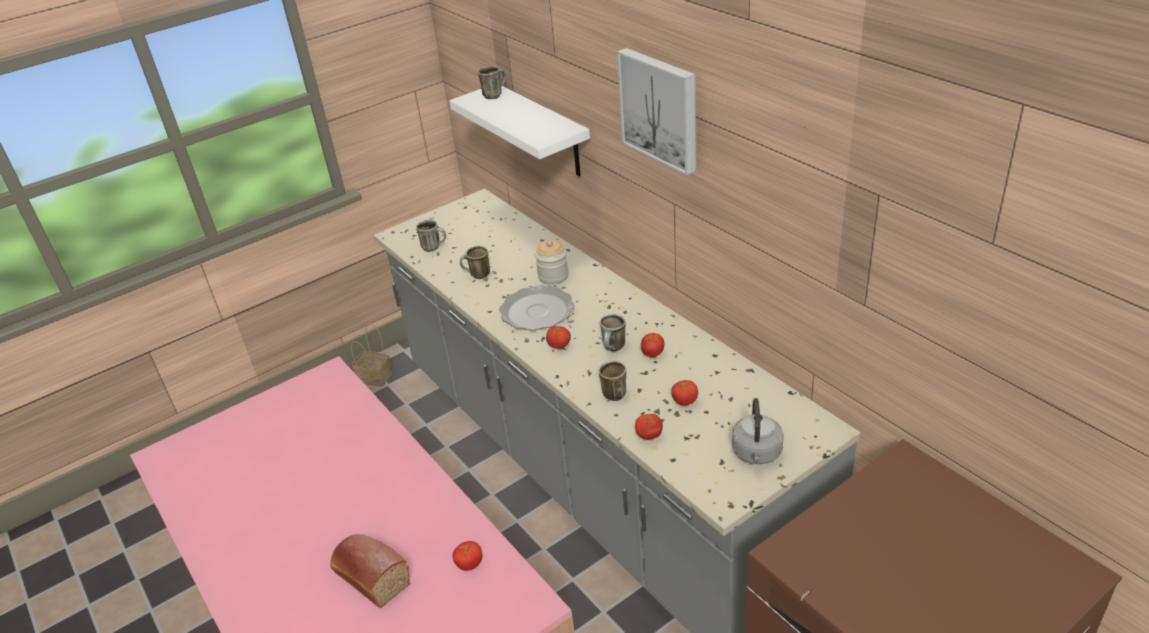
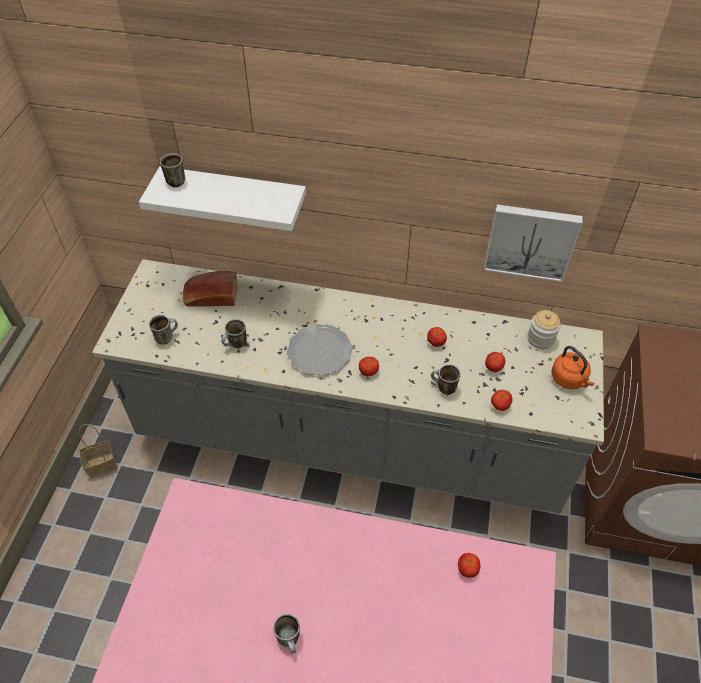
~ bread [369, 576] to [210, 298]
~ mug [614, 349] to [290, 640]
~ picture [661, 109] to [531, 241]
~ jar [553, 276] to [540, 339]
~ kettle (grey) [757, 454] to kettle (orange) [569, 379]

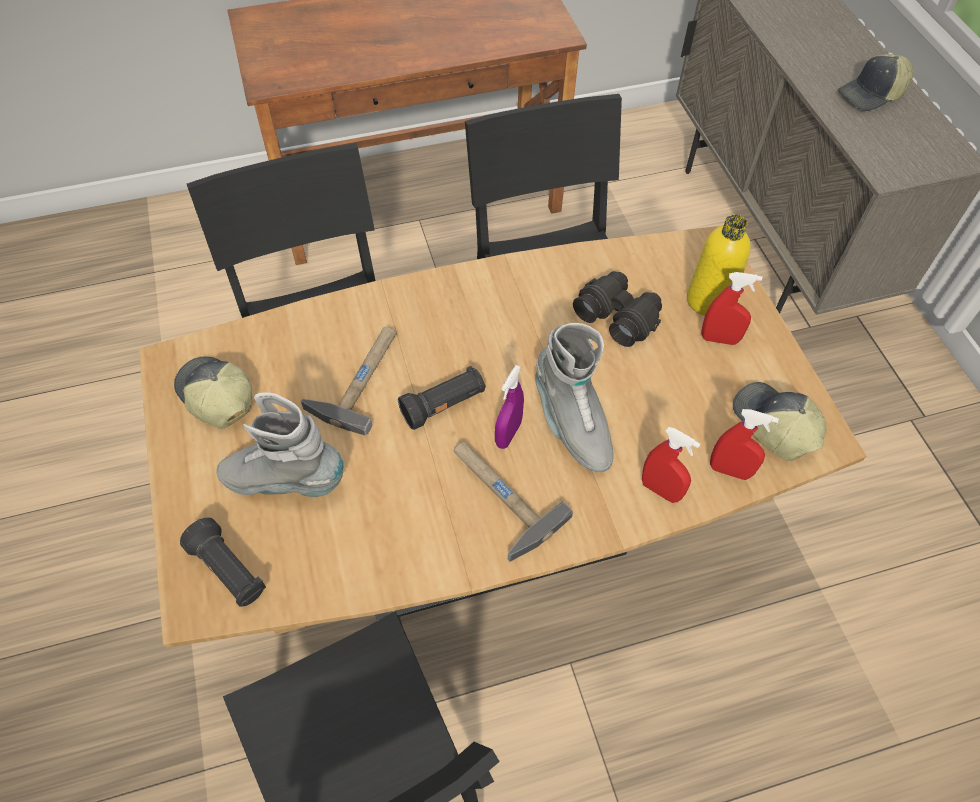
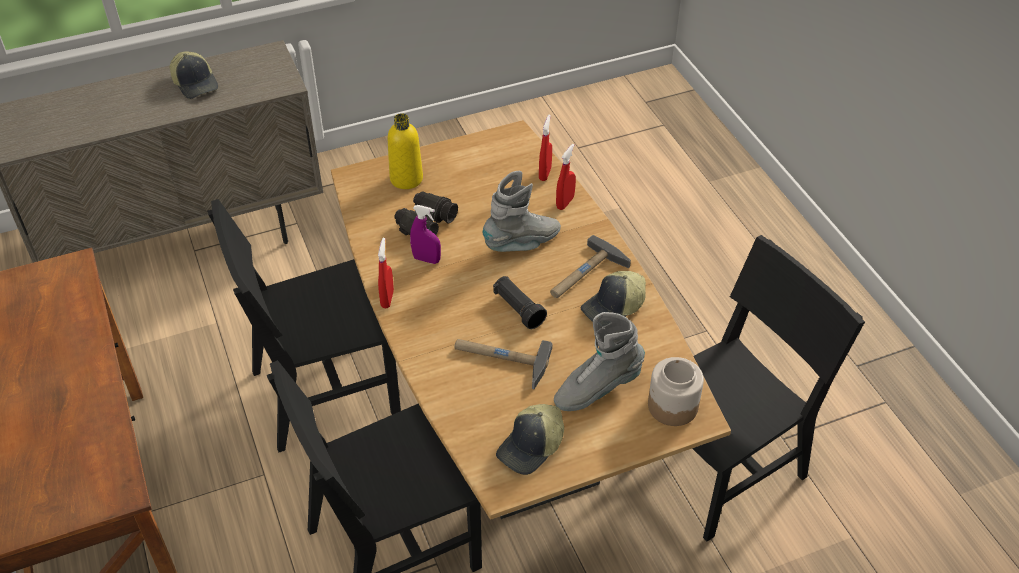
~ spray bottle (red) [719, 339] to [387, 299]
~ spray bottle (purple) [508, 434] to [426, 259]
~ boot (grey) [284, 480] = [597, 388] 60 degrees clockwise
~ cap [773, 426] to [614, 307]
~ flashlight (black) [229, 571] to jar [672, 405]

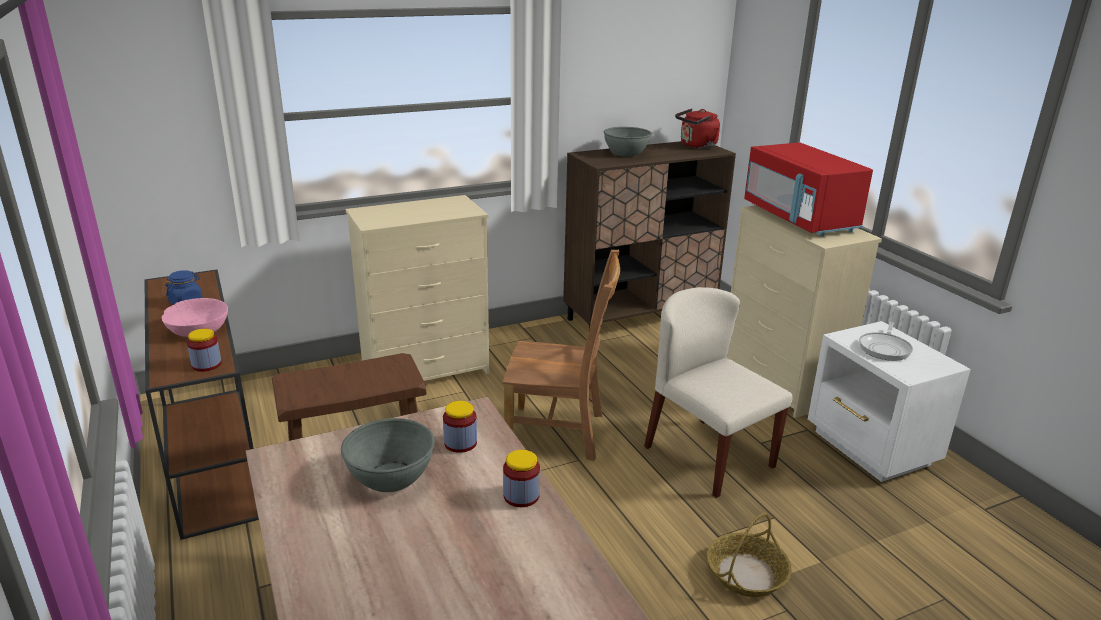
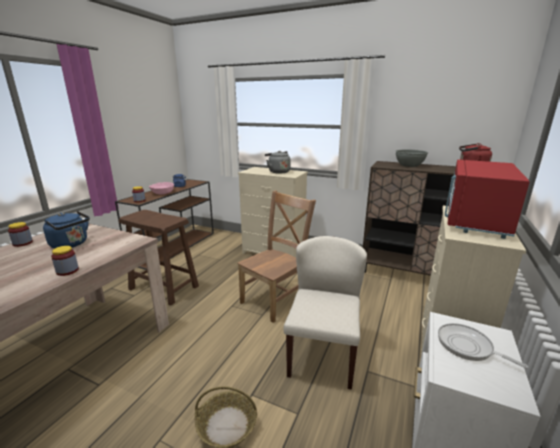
~ jar [460, 443] to [23, 243]
~ bowl (grey) [391, 477] to kettle (blue) [71, 244]
~ chair (brown) [560, 433] = [276, 300] 105 degrees counterclockwise
+ kettle (grey) [278, 172]
~ frying pan [885, 348] = [467, 347] 60 degrees clockwise

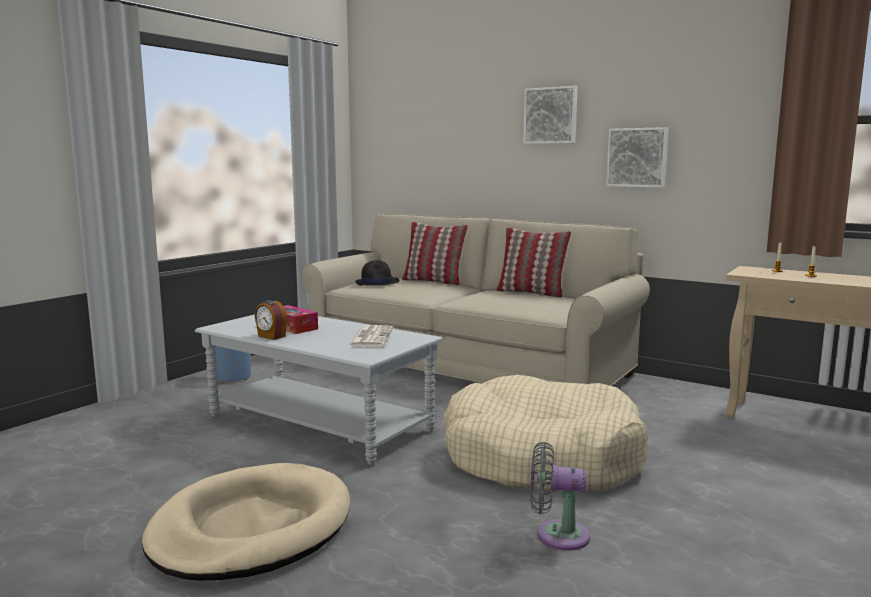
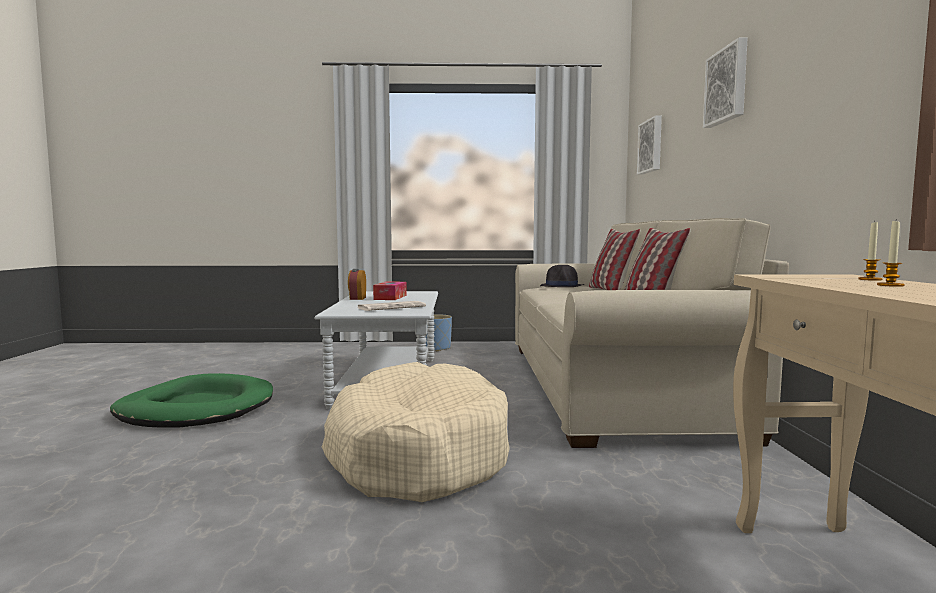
~ dog bed (beige) [251, 528] to dog bed (green) [196, 408]
~ picture [637, 157] to [651, 146]
- fan (grey) [556, 535]

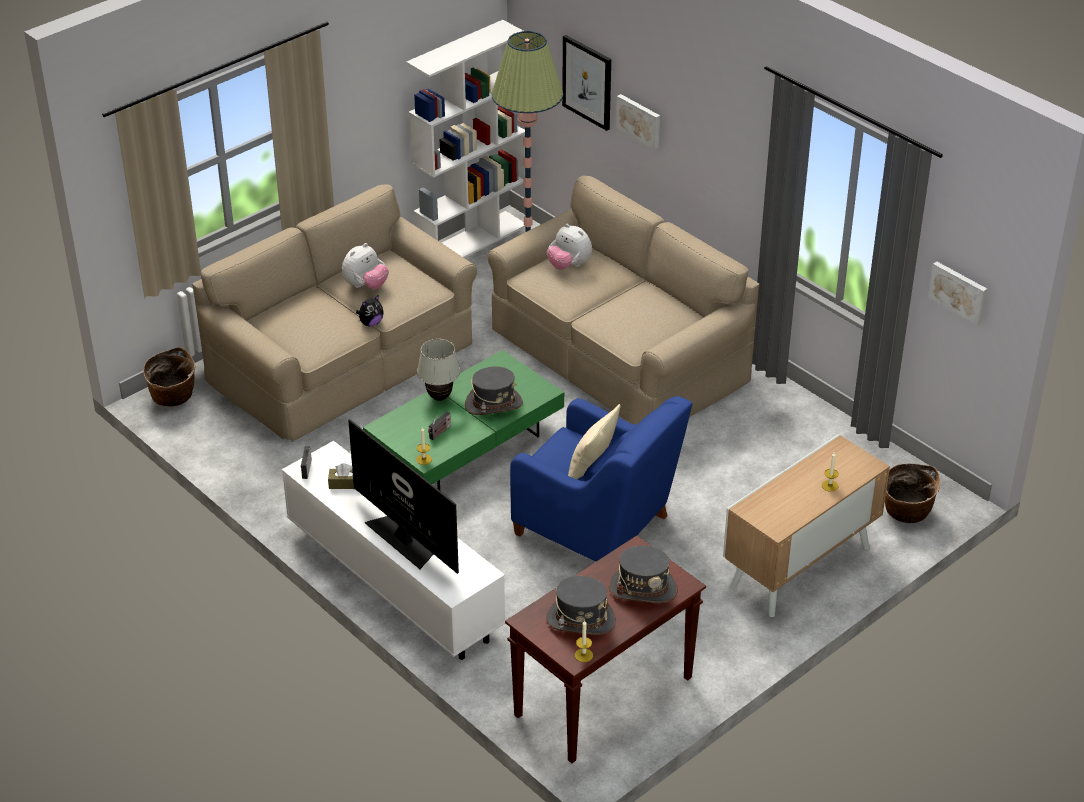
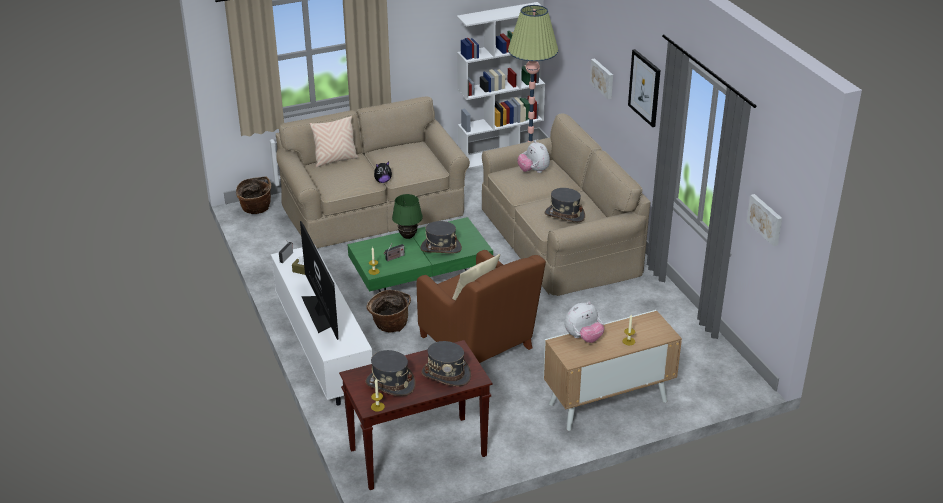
+ pillow (beige) [335, 160]
~ basket [906, 513] to [389, 326]
~ table lamp (white) [439, 397] to table lamp (green) [408, 237]
~ armchair (blue) [597, 528] to armchair (brown) [478, 345]
+ hat (grey) [564, 215]
~ plush toy [365, 286] to [583, 338]
~ picture [587, 82] to [645, 87]

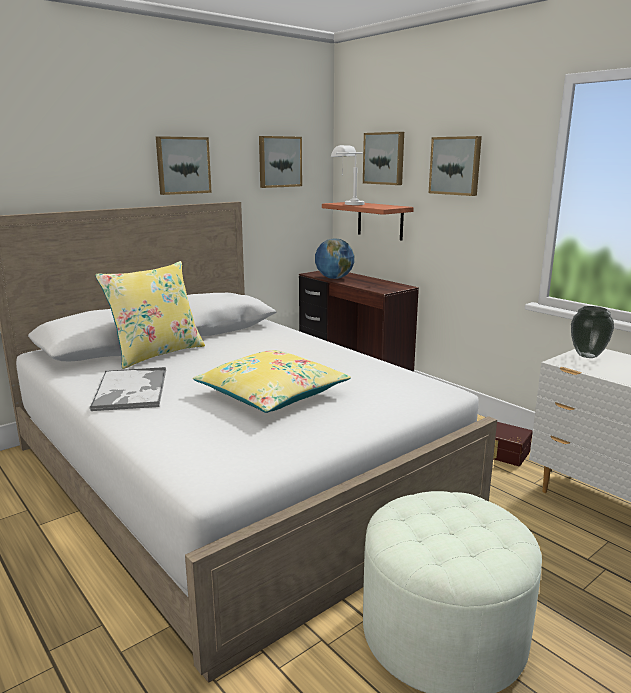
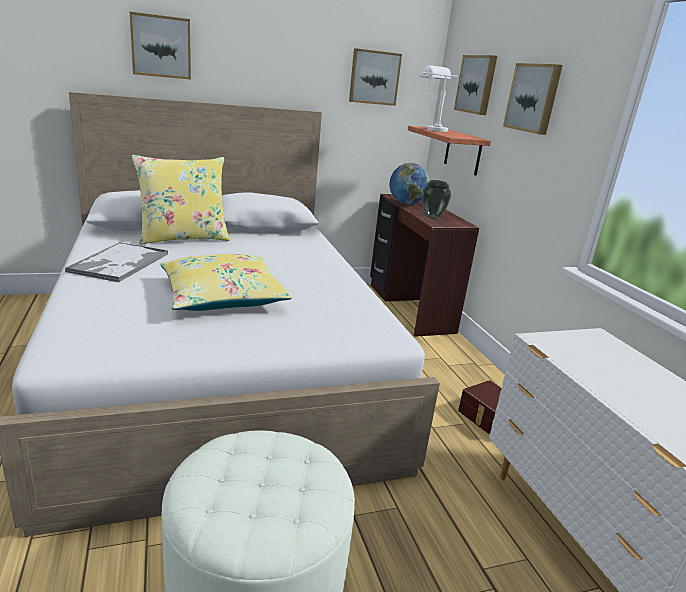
~ picture [183, 165] to [161, 46]
~ vase [586, 355] to [432, 217]

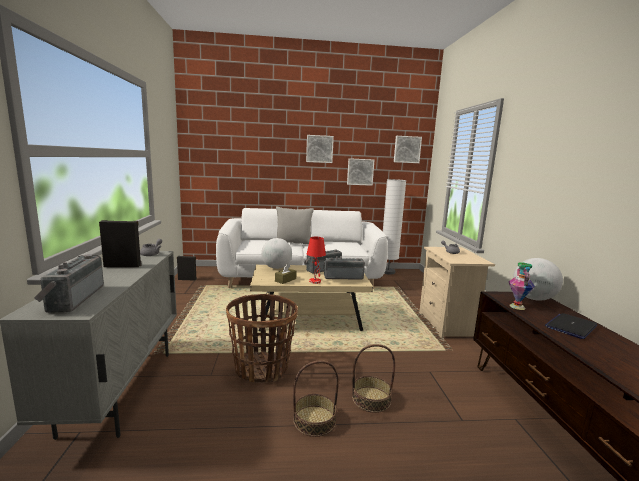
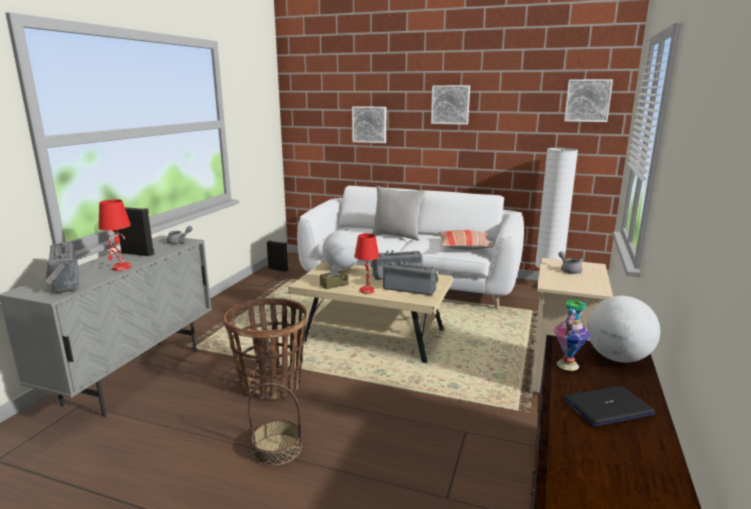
~ radio [73, 298] = [62, 282] 45 degrees counterclockwise
+ table lamp (red) [121, 267]
~ picture [360, 172] to [369, 124]
+ pillow [464, 246]
- basket [371, 399]

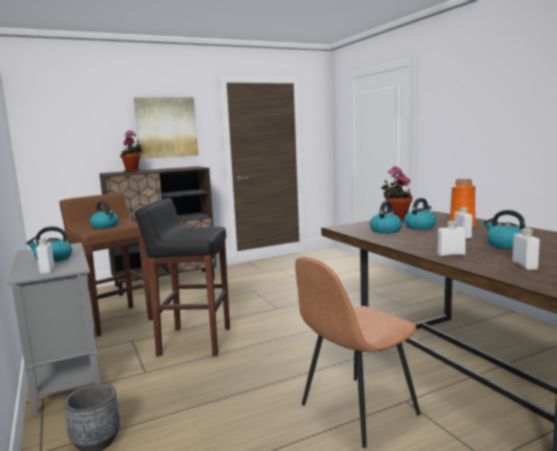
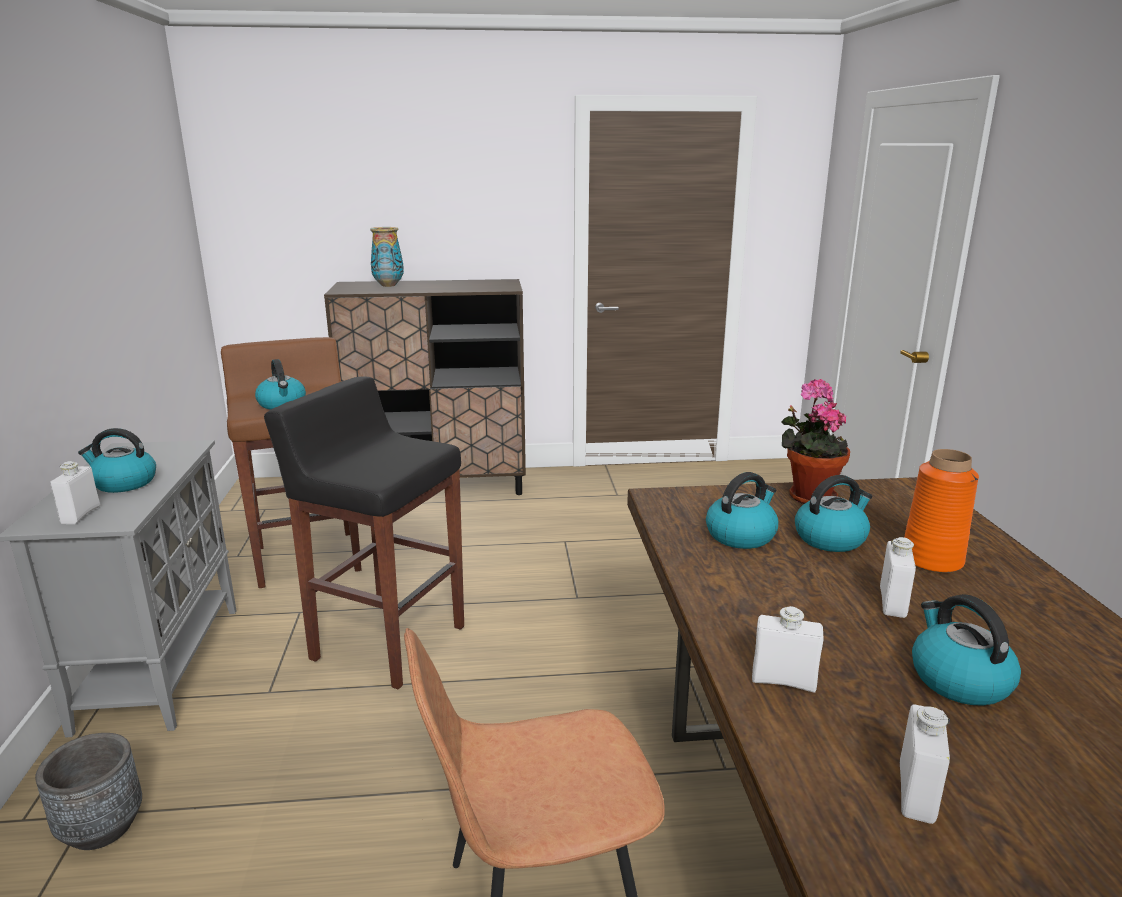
~ potted plant [133, 171] to vase [388, 285]
- picture [166, 127]

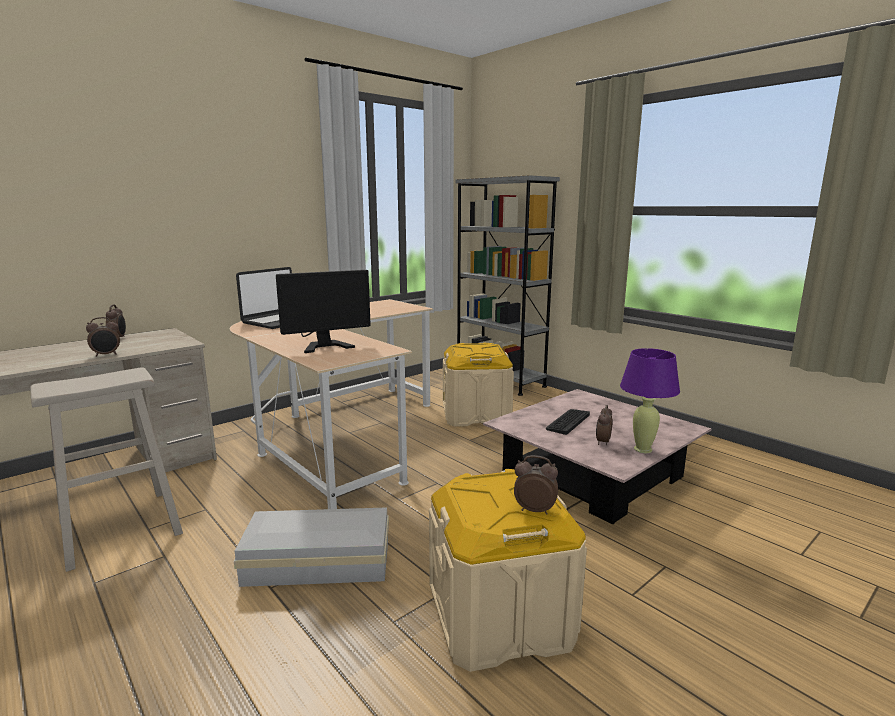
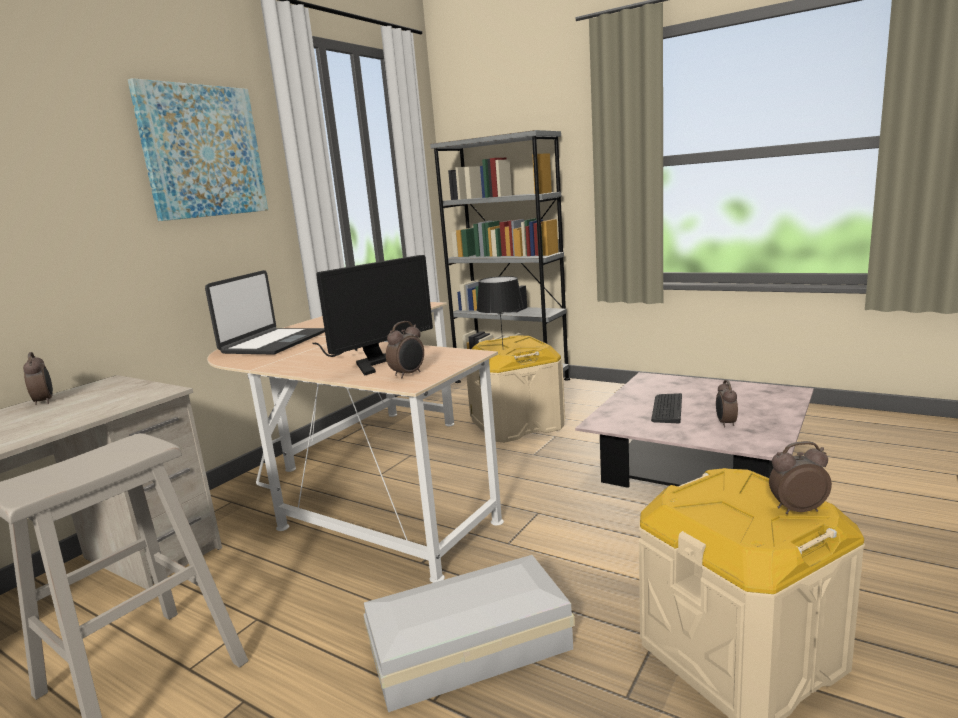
+ picture [202, 152]
~ alarm clock [106, 355] to [408, 374]
+ table lamp (black) [502, 349]
- table lamp (purple) [643, 449]

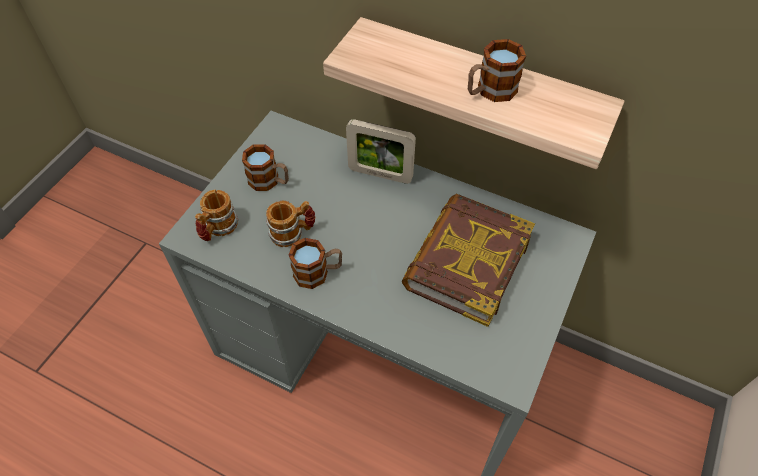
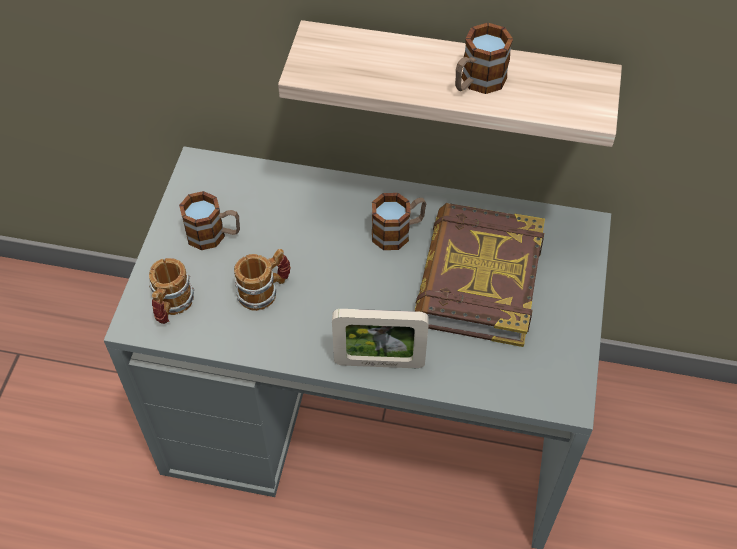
~ picture frame [380, 174] to [379, 362]
~ mug [318, 273] to [398, 232]

